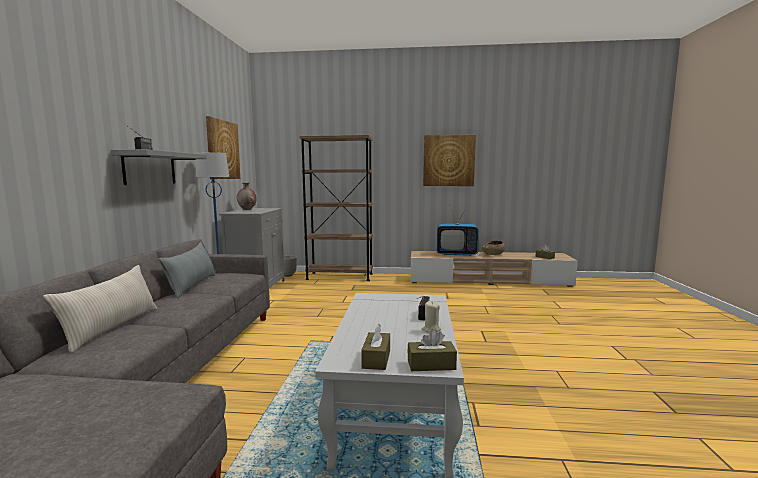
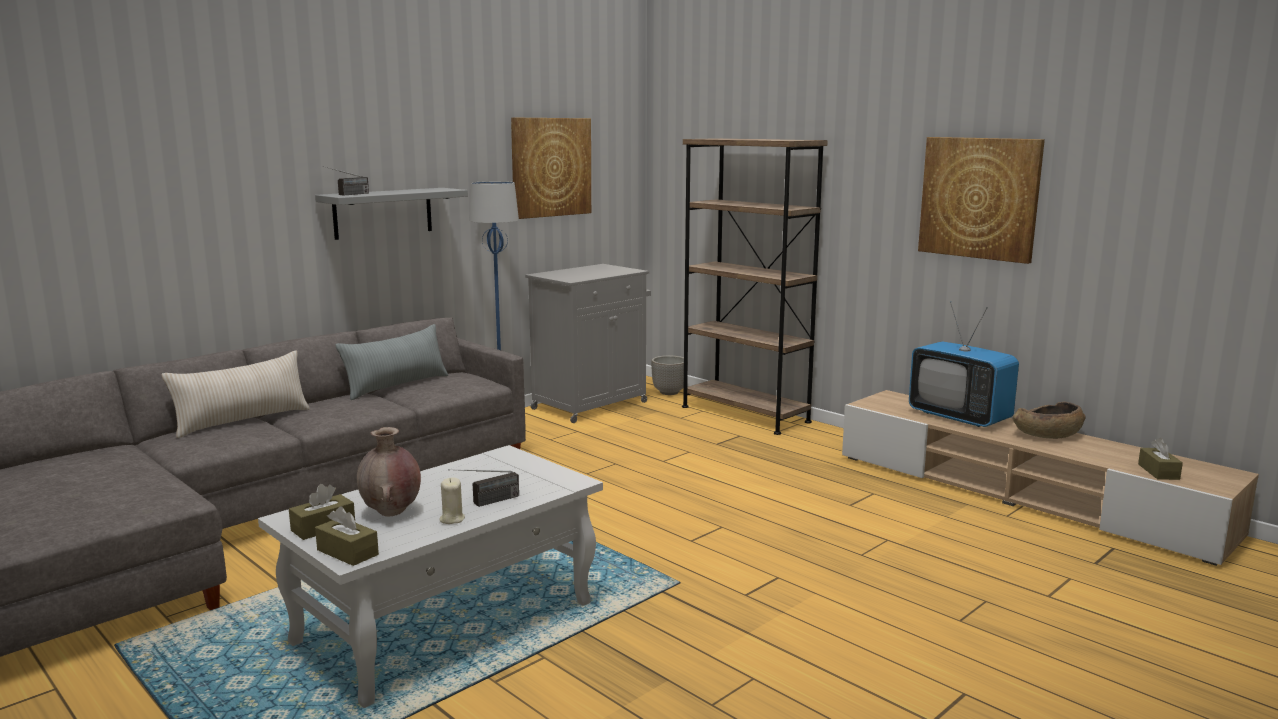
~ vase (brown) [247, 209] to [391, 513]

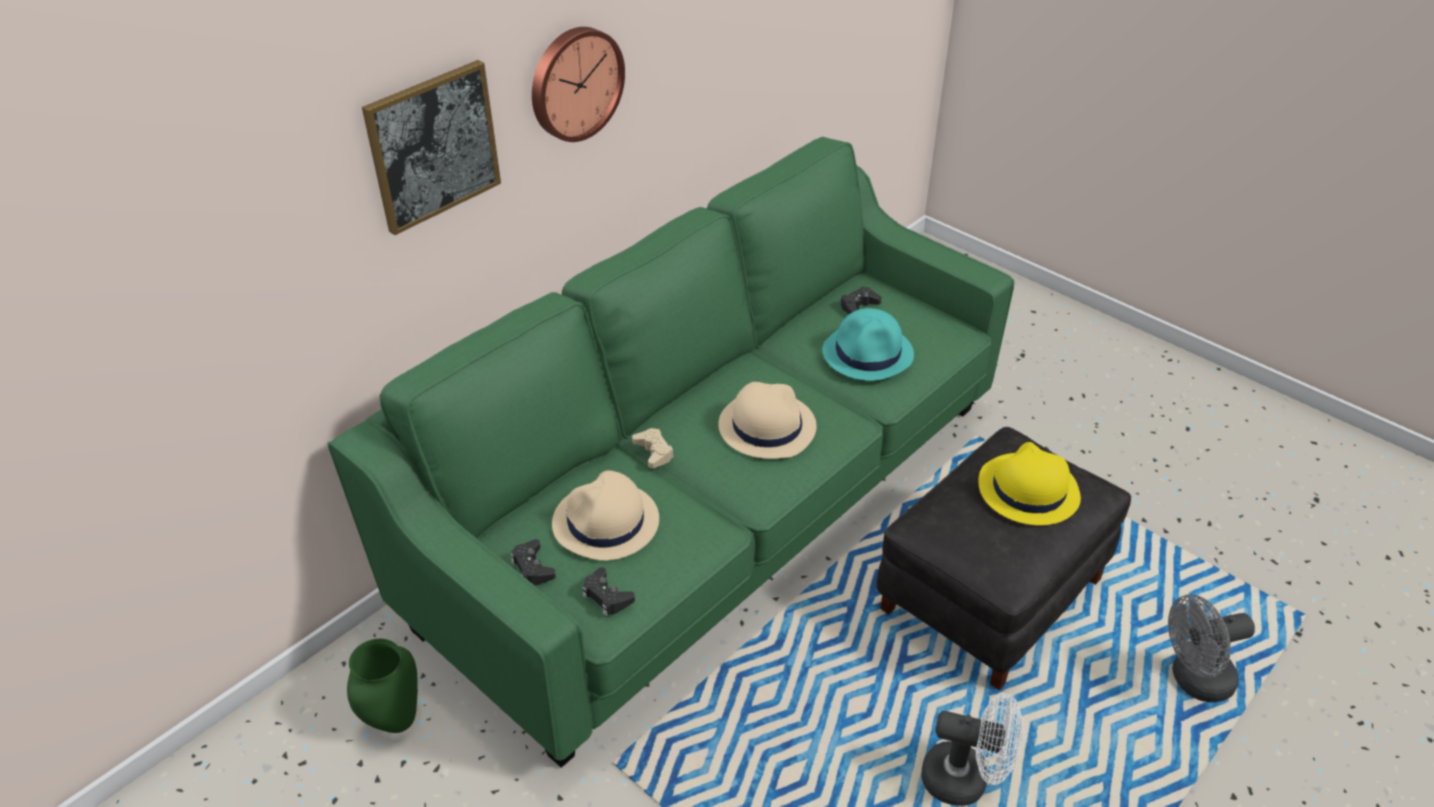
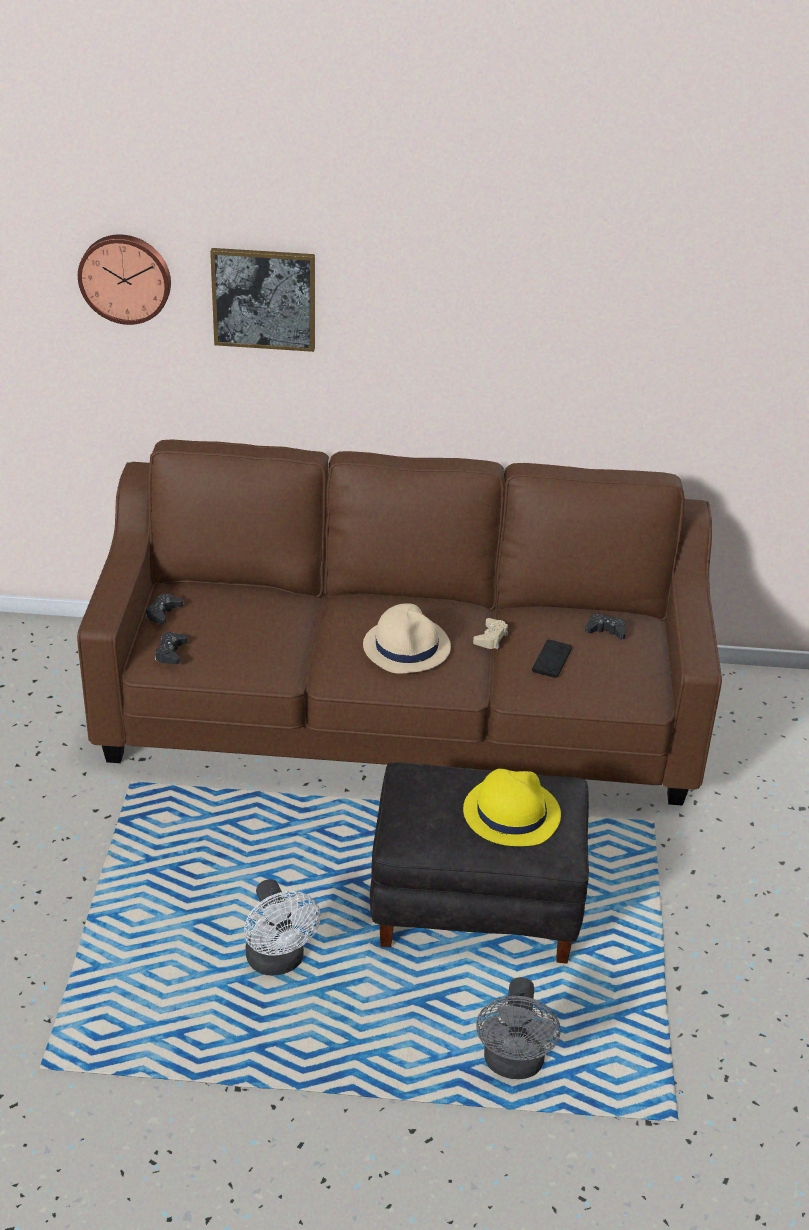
~ sofa (green) [717, 507] to sofa (brown) [401, 719]
~ wall clock [574, 83] to [125, 277]
~ game controller (beige) [654, 452] to [491, 638]
~ fan (grey) [1193, 680] = [513, 1065] 120 degrees counterclockwise
~ hat (turquoise) [868, 353] to game controller (black) [552, 659]
- vase (green) [394, 721]
- hat (beige) [605, 523]

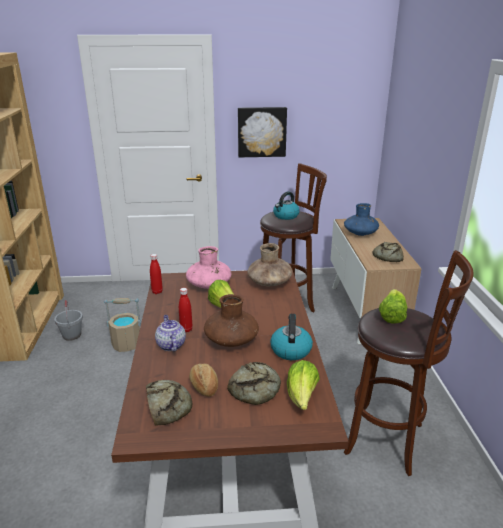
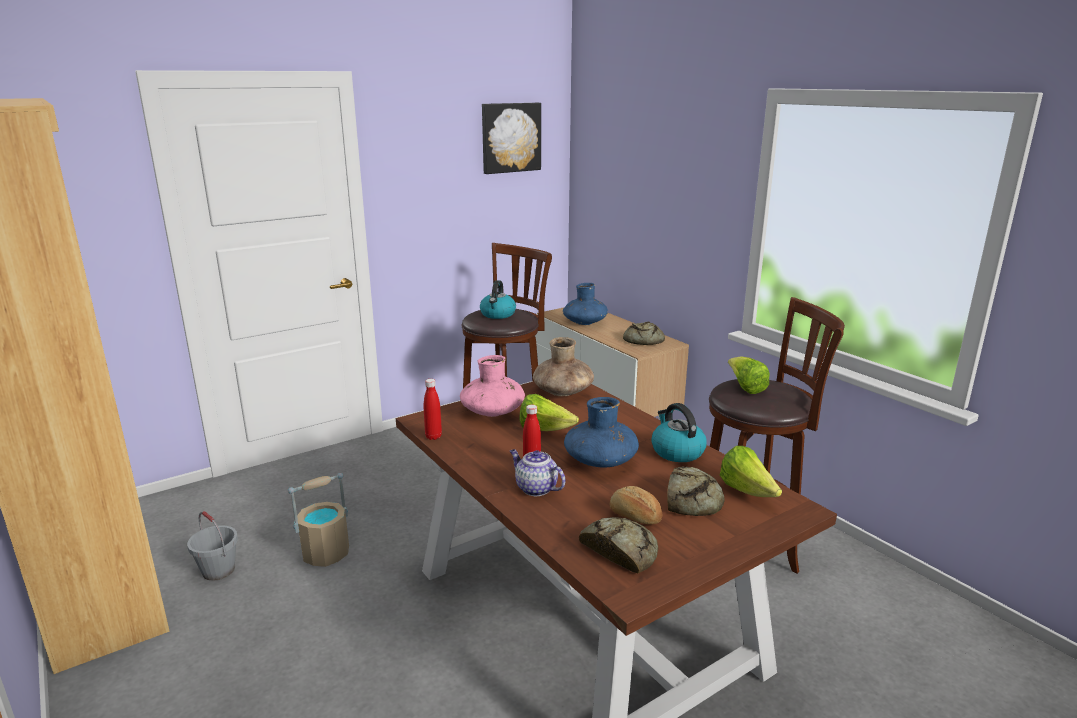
~ picture [261, 132] to [510, 137]
~ vase (brown) [231, 340] to vase (blue) [600, 461]

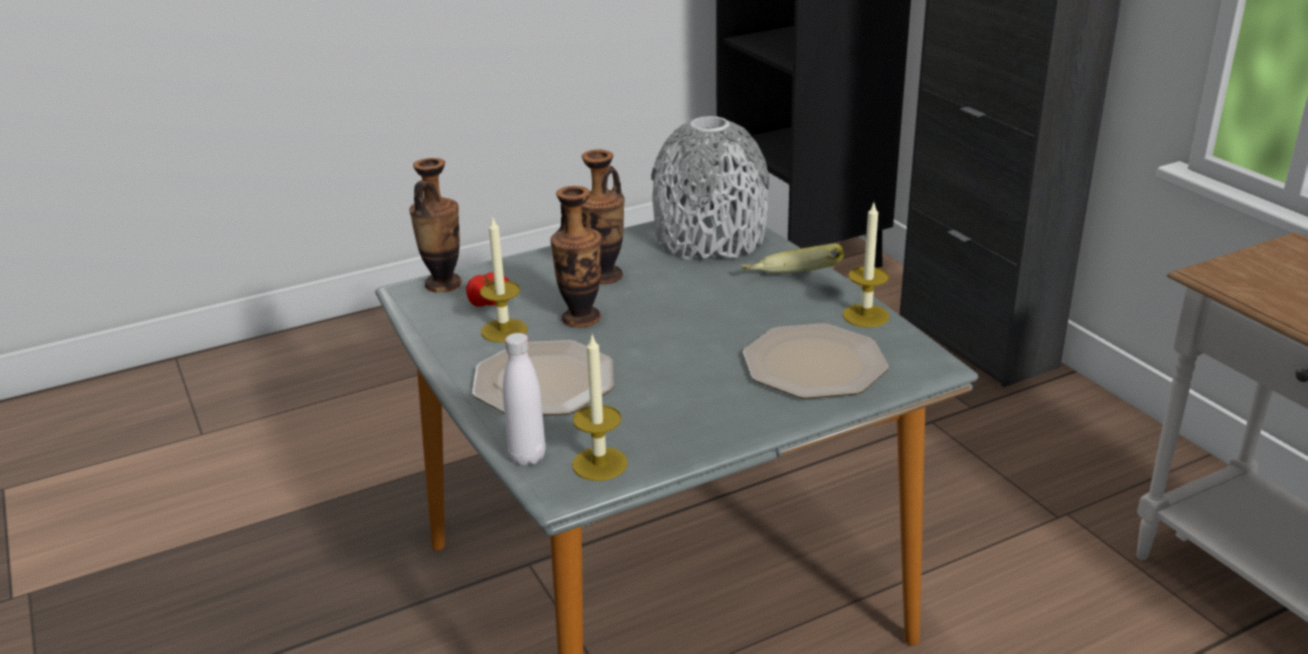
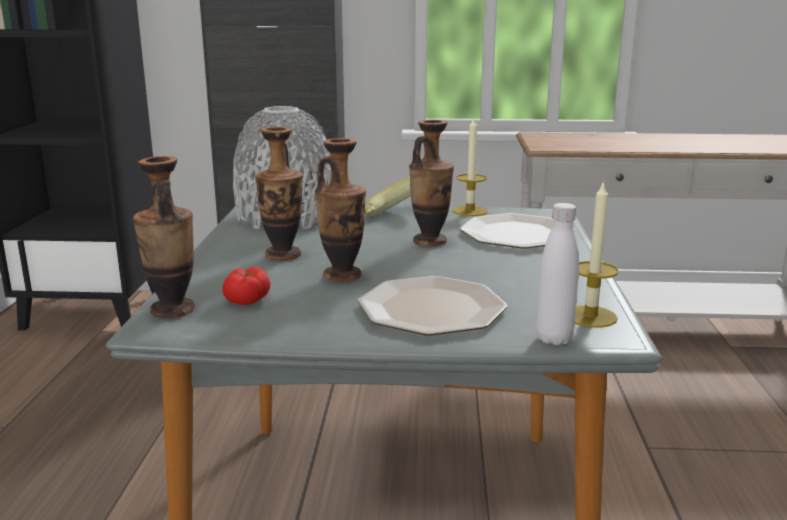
+ vase [430, 241]
- candle [504, 330]

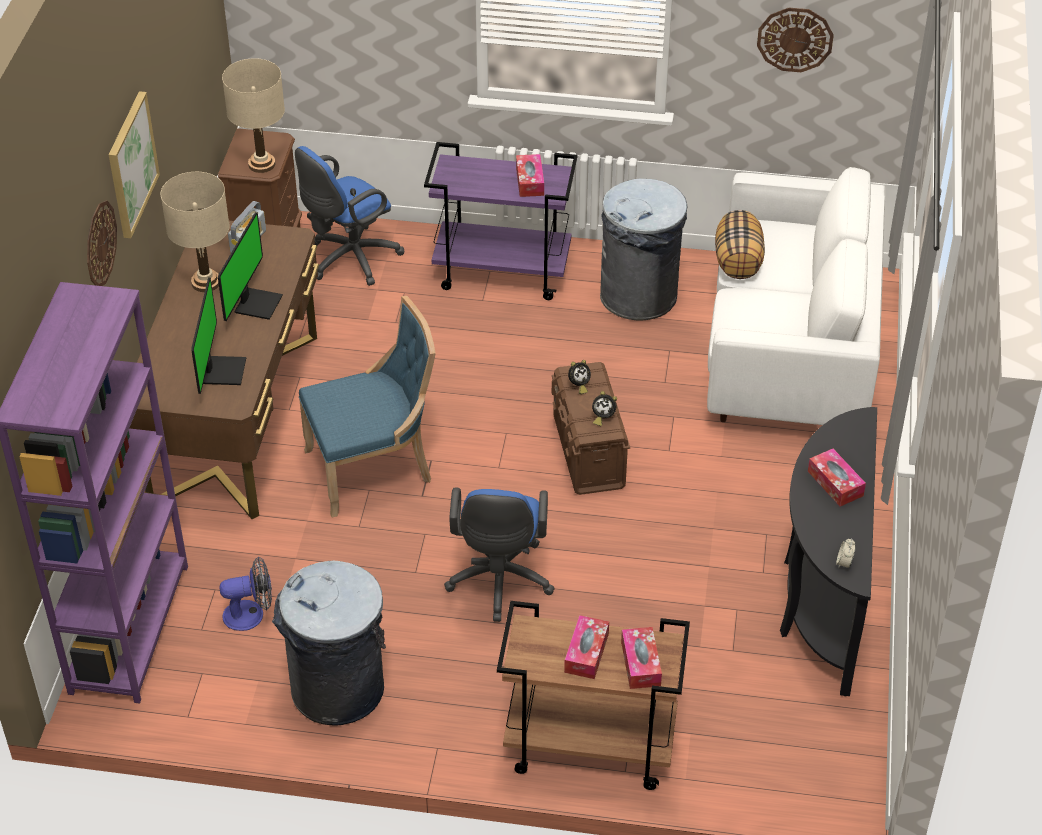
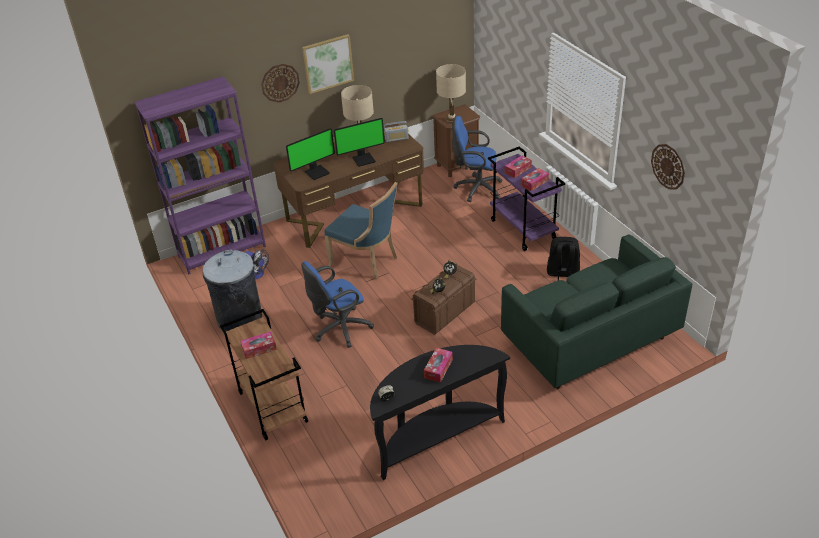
~ sofa (white) [789, 352] to sofa (green) [588, 340]
~ tissue box [640, 663] to [518, 170]
~ trash can (grey) [639, 296] to backpack (black) [562, 274]
- pillow [738, 262]

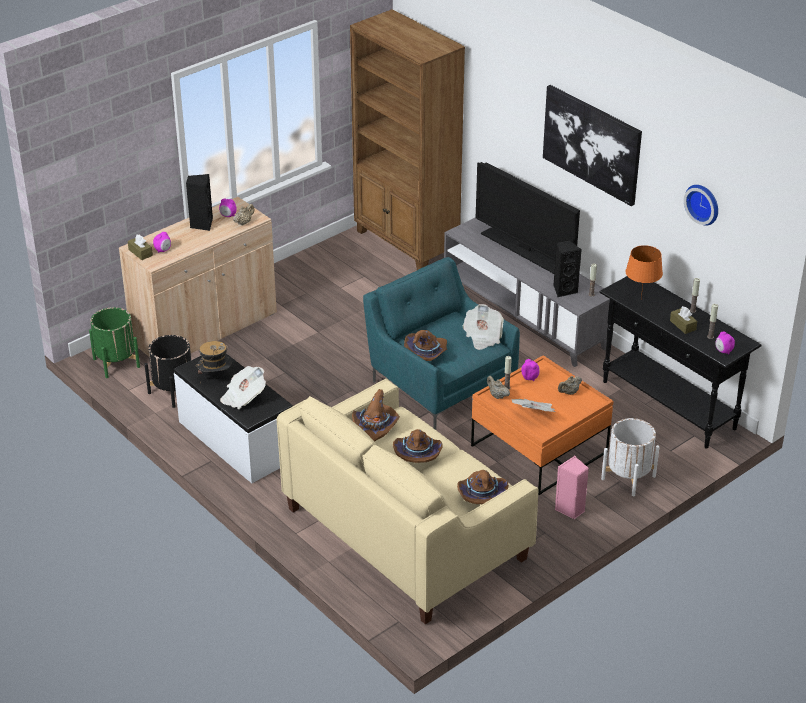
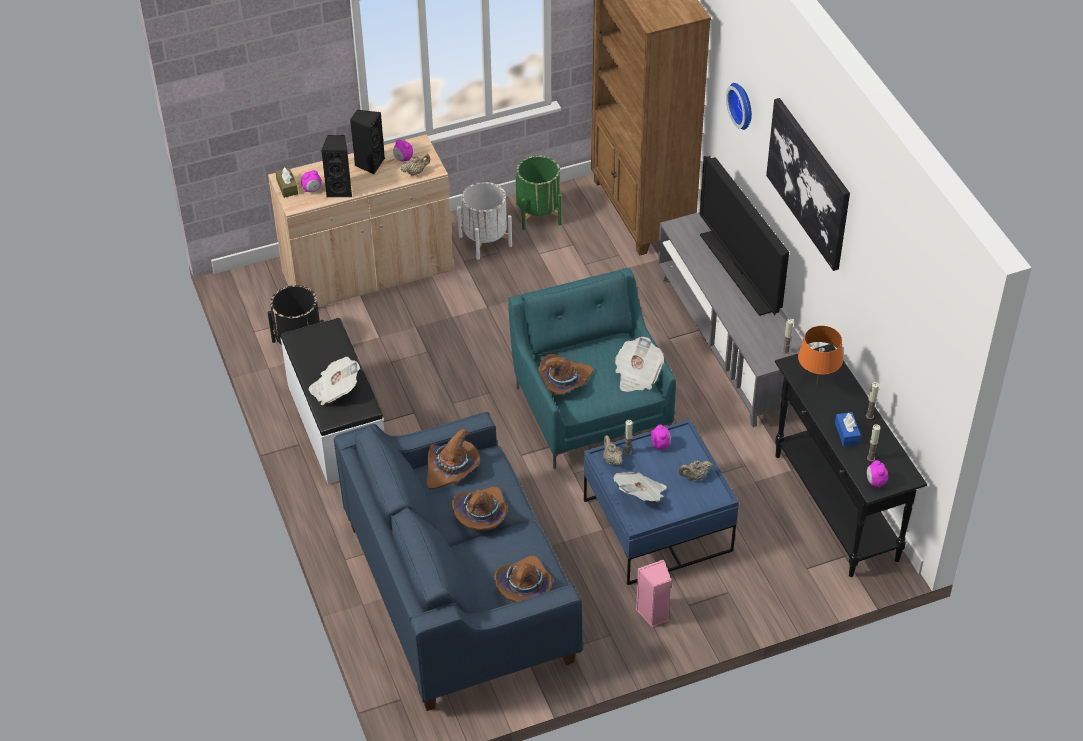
~ speaker (black) [564, 290] to [340, 190]
~ sofa (beige) [406, 533] to sofa (blue) [460, 593]
~ planter (white) [628, 477] to [485, 241]
~ planter (green) [116, 363] to [538, 214]
~ coffee table (orange) [539, 449] to coffee table (blue) [657, 526]
~ wall clock [703, 203] to [743, 105]
~ tissue box (brown) [683, 325] to tissue box (blue) [846, 433]
- hat [215, 377]

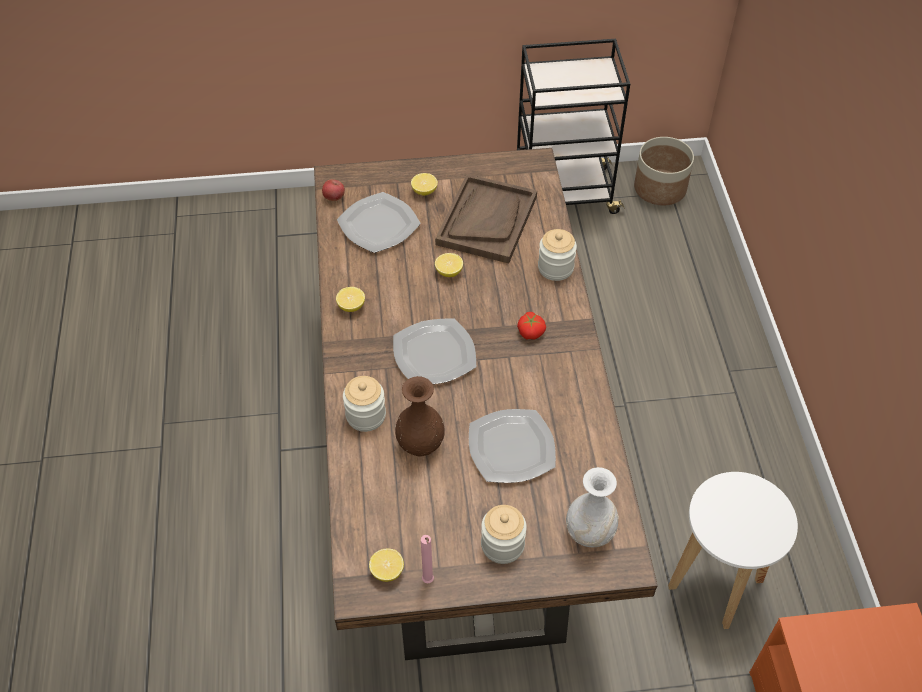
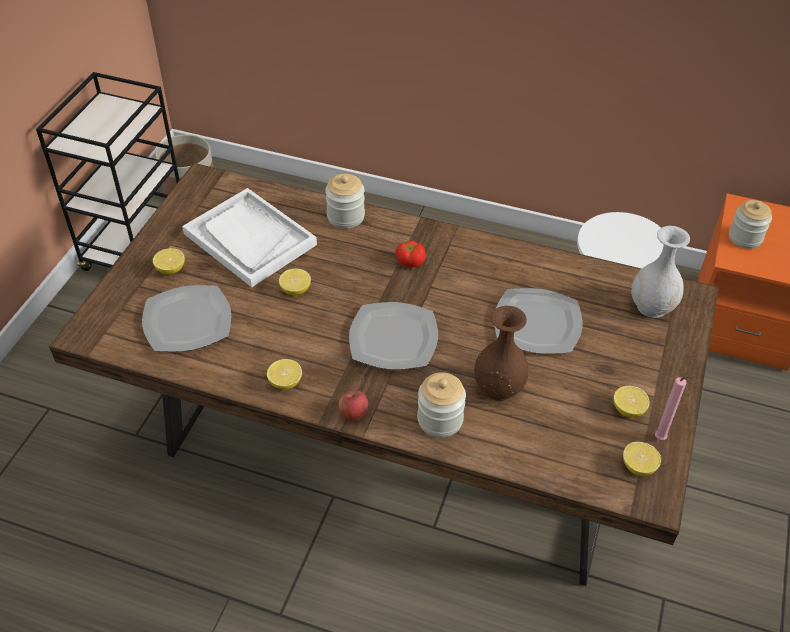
~ tray (brown) [486, 220] to tray (white) [249, 239]
~ apple [334, 197] to [354, 413]
+ lemon [628, 409]
~ jar [502, 545] to [745, 238]

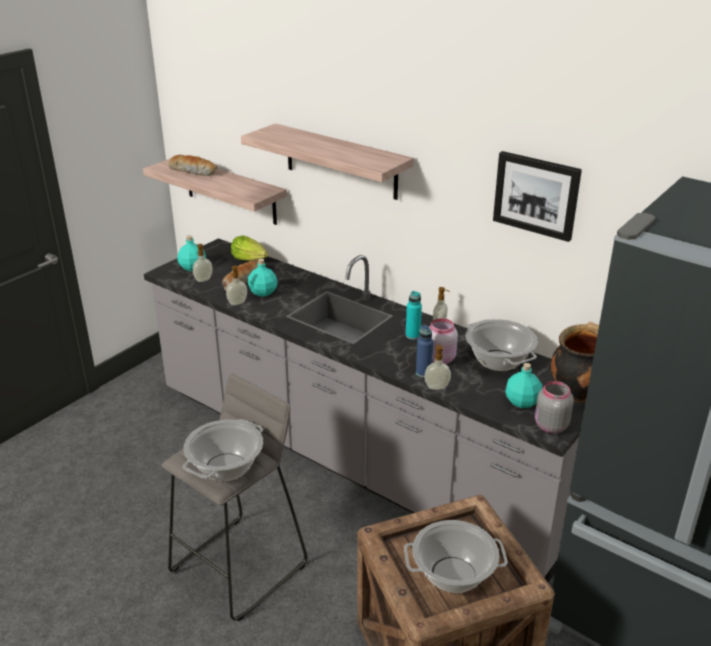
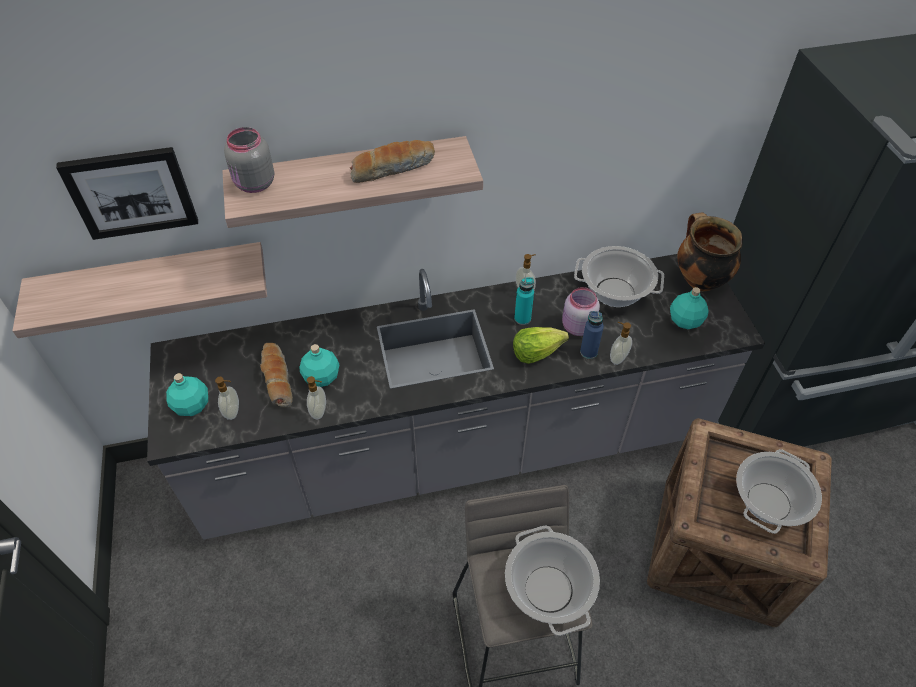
~ picture [536, 195] to [131, 192]
~ jar (grey) [550, 426] to [254, 184]
~ bread [194, 171] to [392, 168]
~ lettuce [249, 259] to [536, 351]

